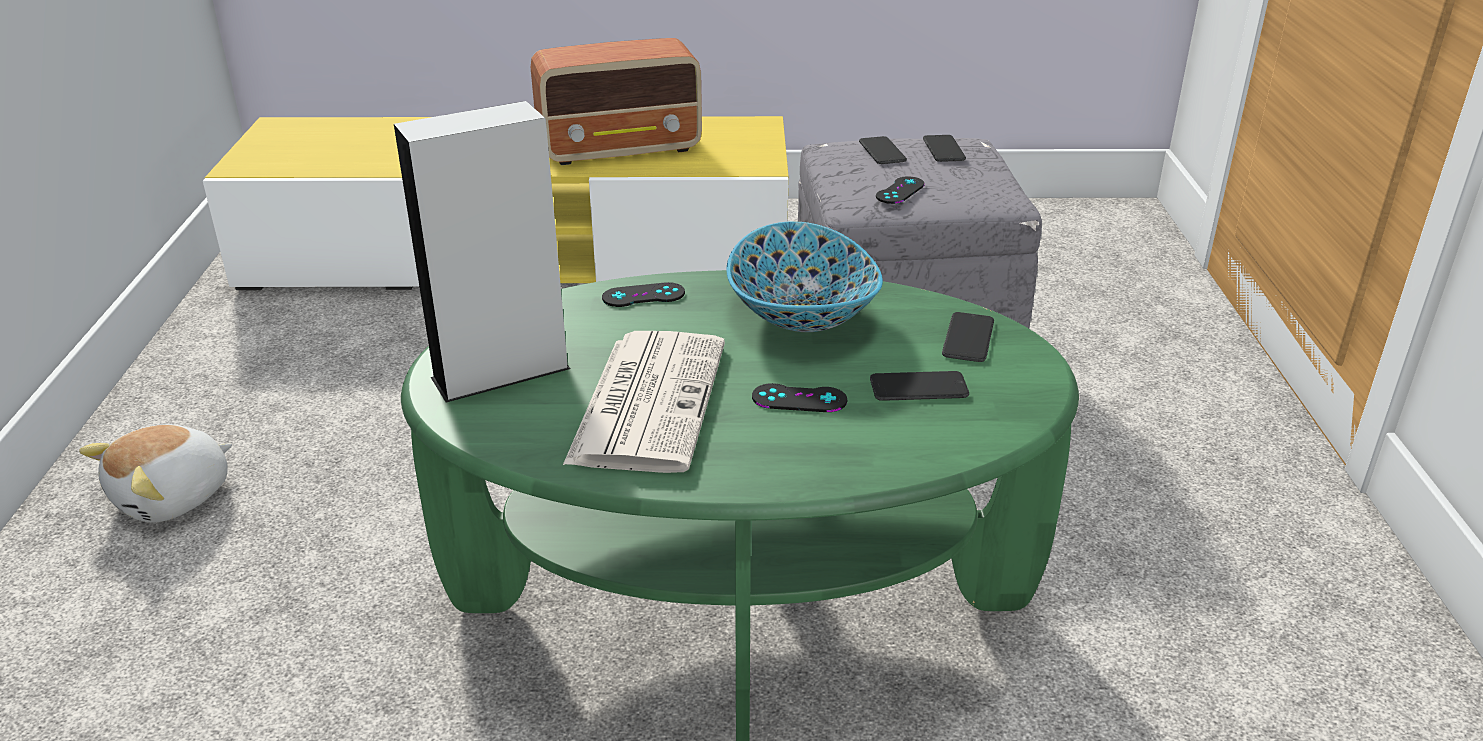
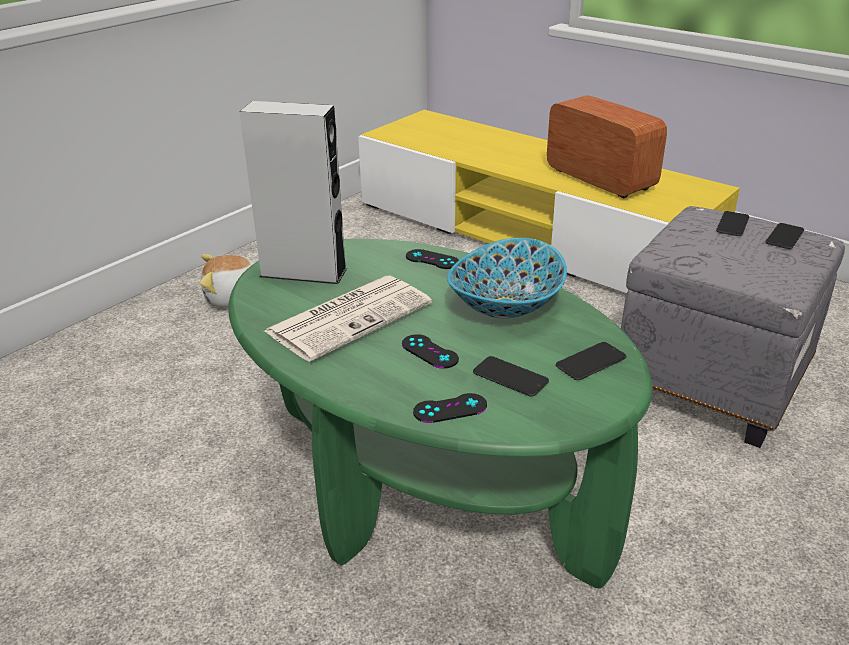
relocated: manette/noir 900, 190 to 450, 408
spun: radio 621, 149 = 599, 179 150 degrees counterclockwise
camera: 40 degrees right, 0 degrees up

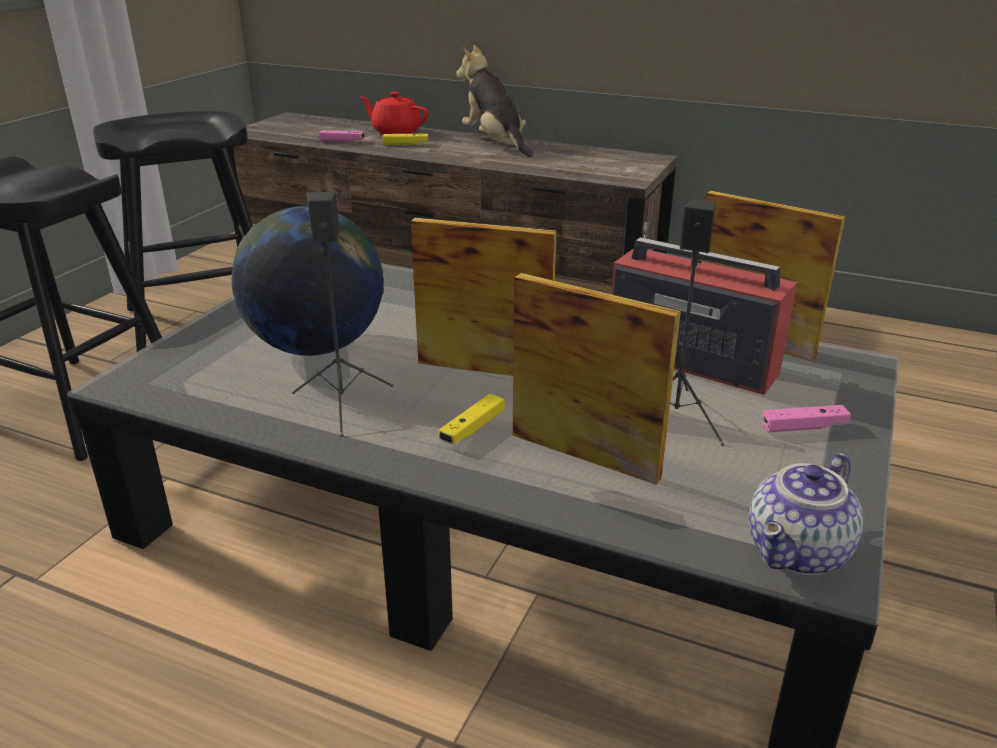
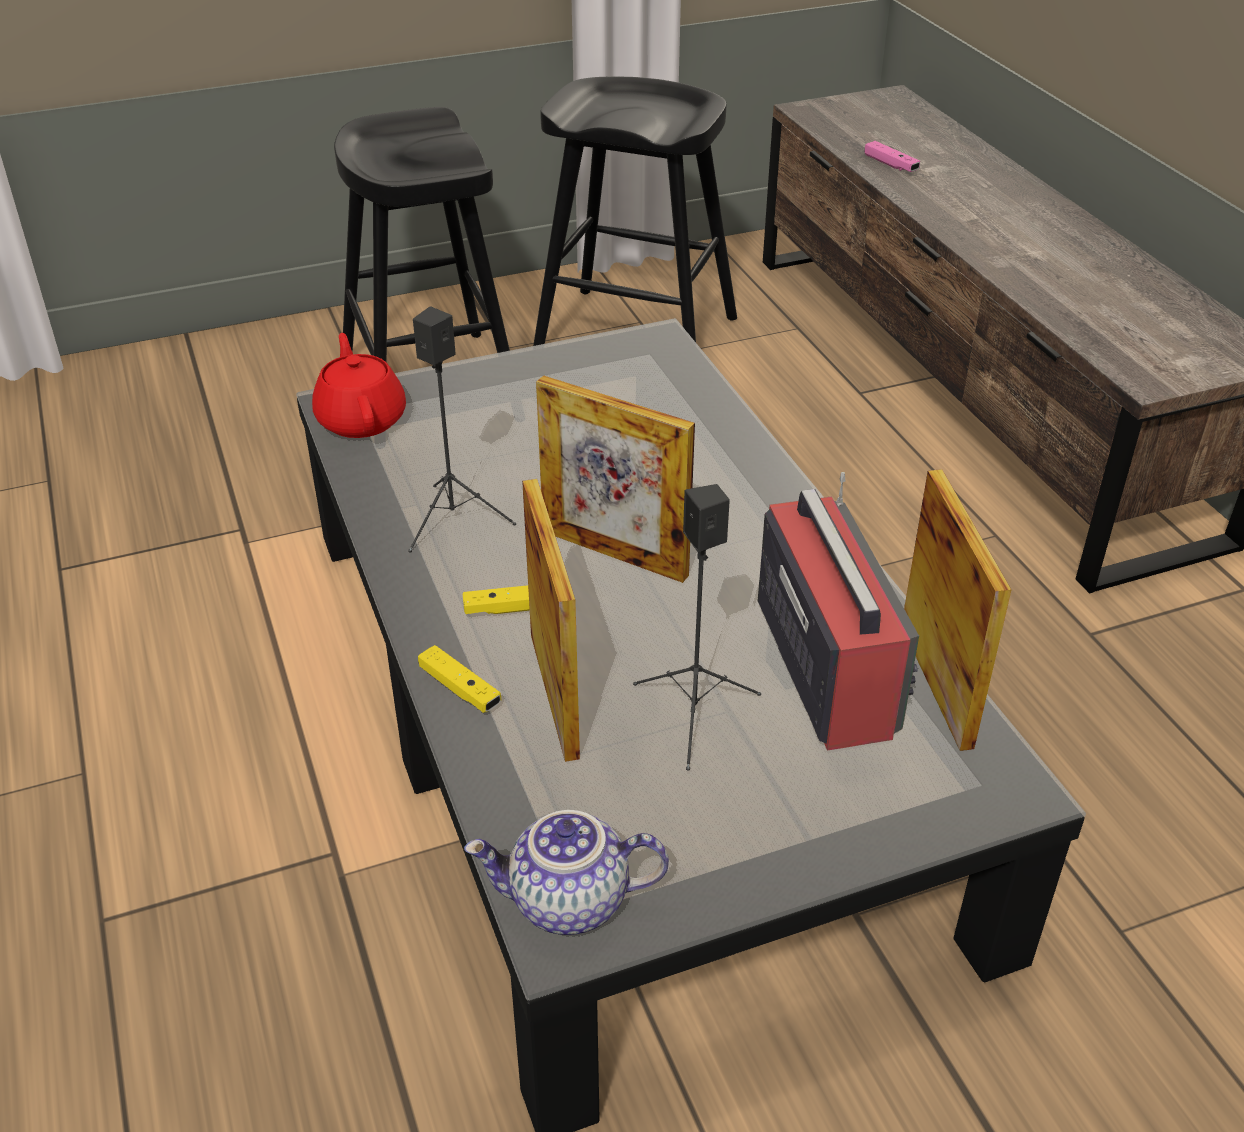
missing: globe 316, 347; peluche 495, 143; manette/rose 804, 427
relocated: théière/rouge 395, 131 to 361, 419; manette/jaune 405, 144 to 460, 688
spun: cadre photo 484, 369 = 614, 553 150 degrees clockwise
camera: 45 degrees right, 10 degrees up

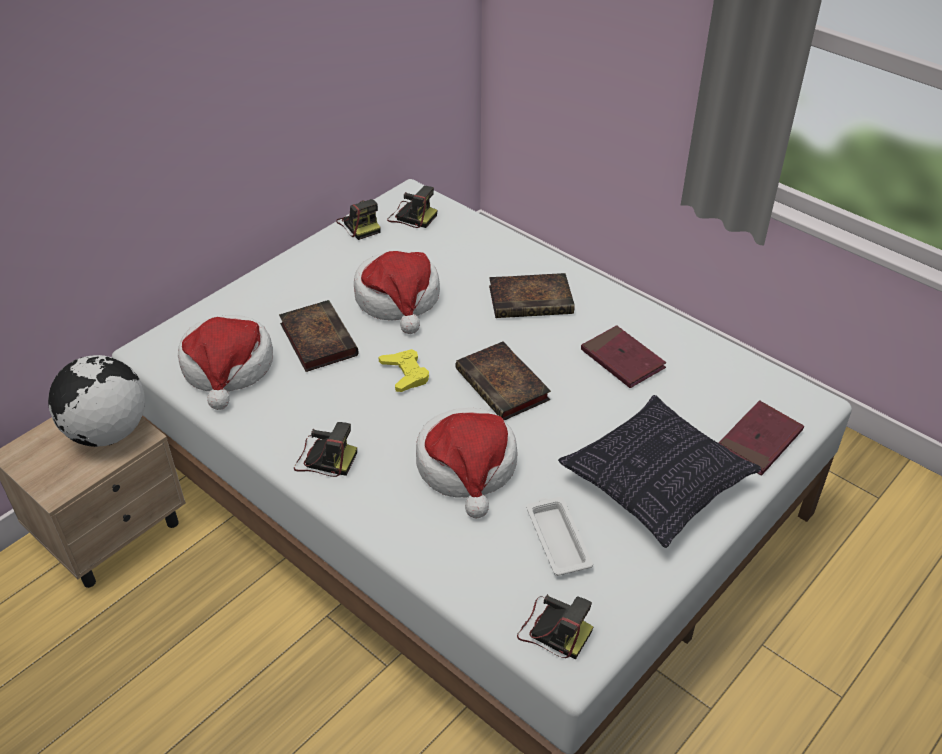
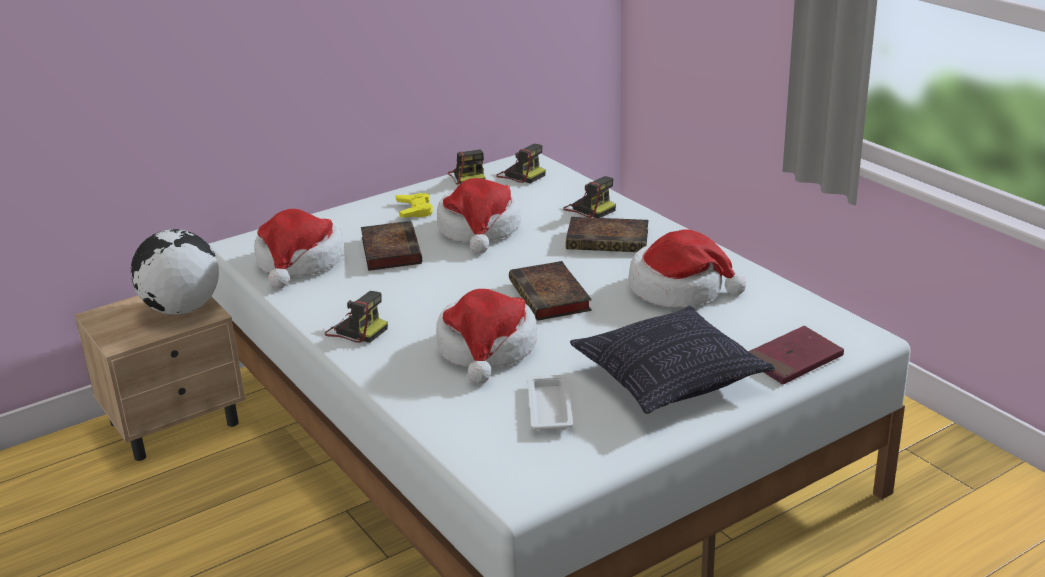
relocated: manette/jaune 405, 374 to 414, 210; appareil photo 553, 630 to 589, 208
exchanged: livre/rouge 622, 360 to chapeau 679, 289
camera: 15 degrees right, 15 degrees down

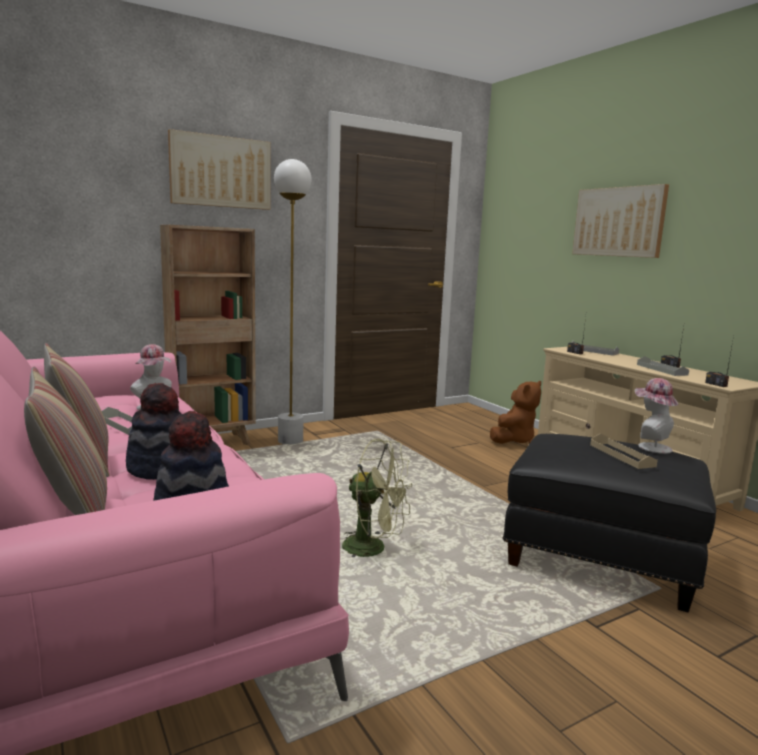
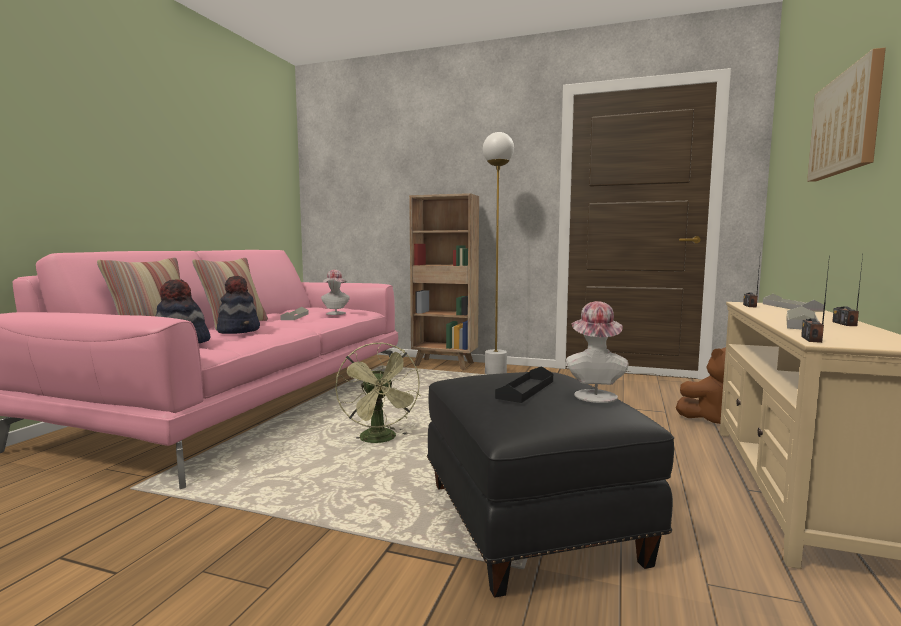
missing: tableau 220, 172
colour: plateau/beige 621, 455 to plateau/noir 525, 389
camera: 50 degrees right, 5 degrees down

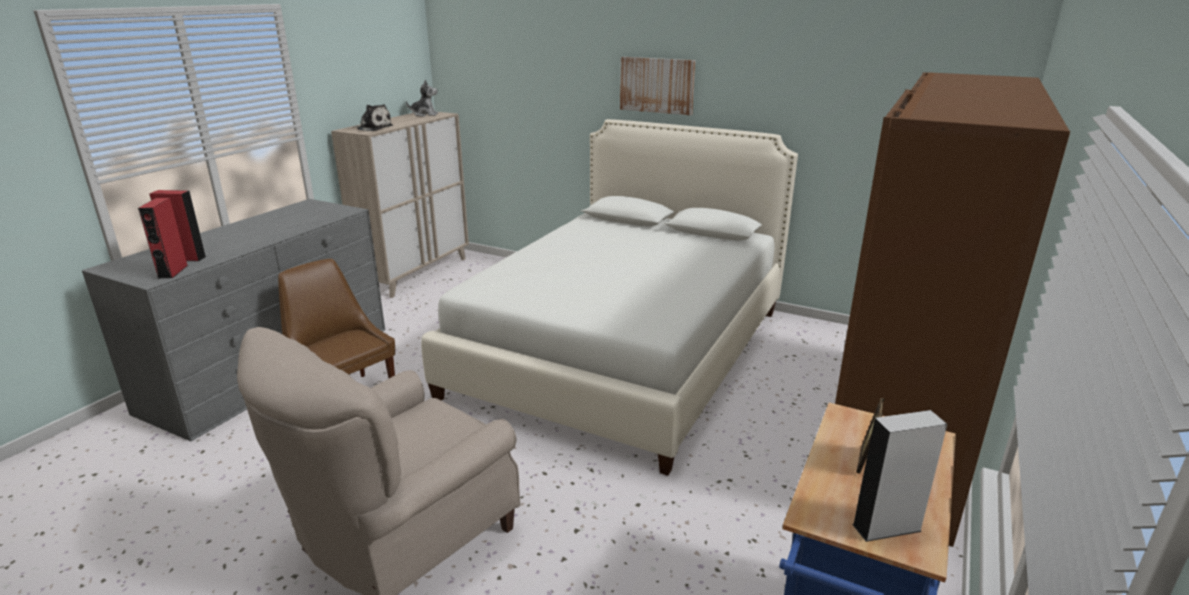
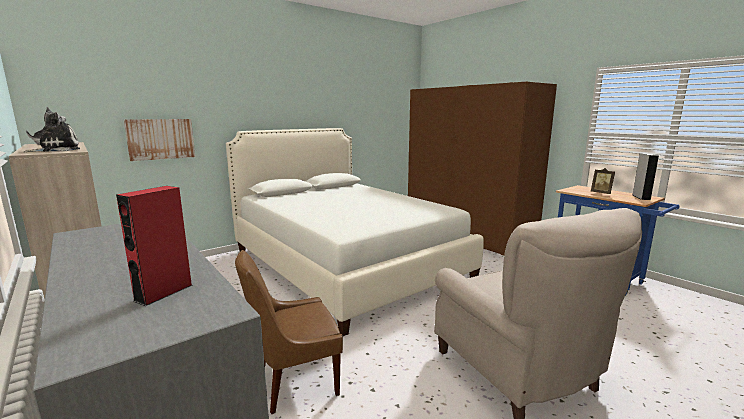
missing: enceinte/rouge 173, 272
relocated: tableau 657, 85 to 161, 139
camera: 65 degrees left, 10 degrees down

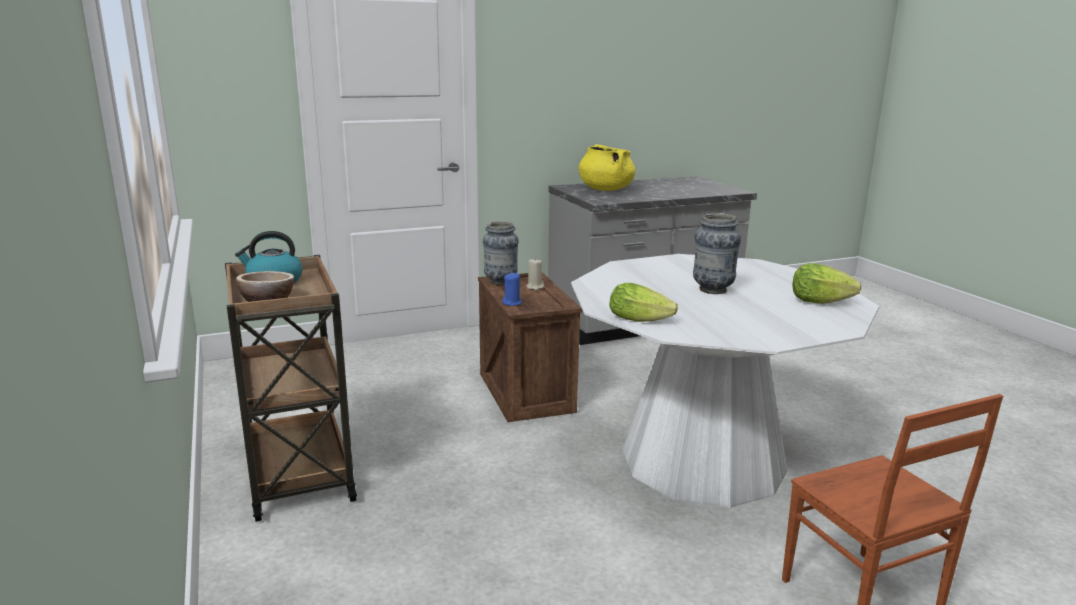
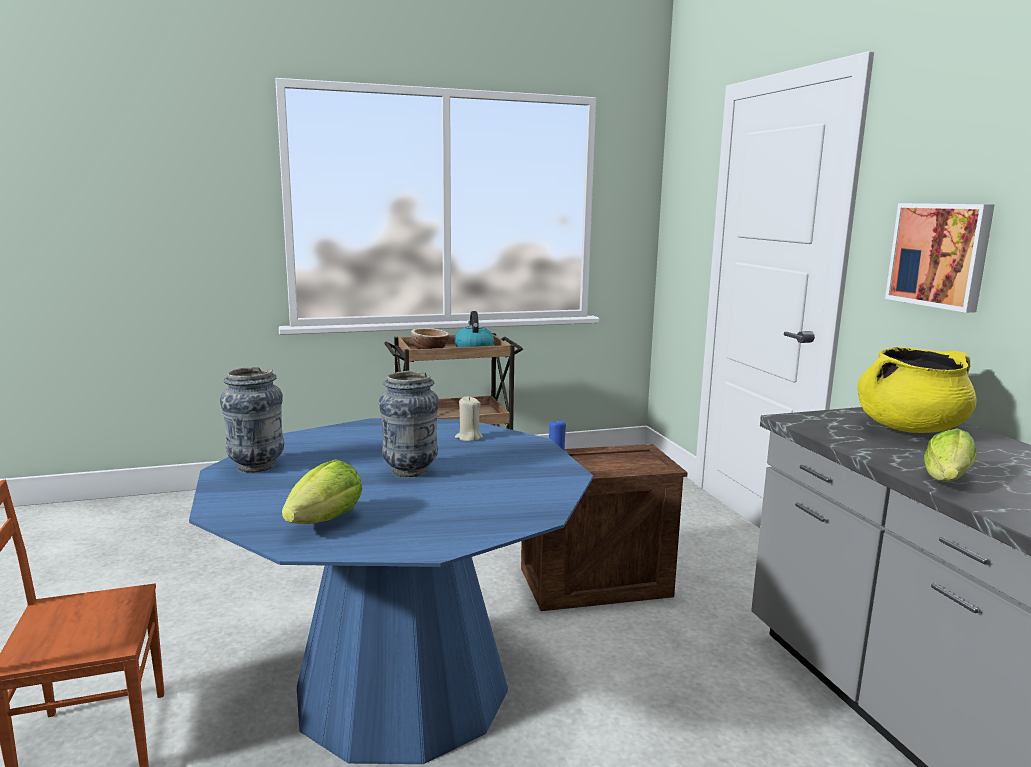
appeared: tableau 940, 255
relocated: vase 500, 282 to 256, 466; bougie/beige 535, 287 to 468, 437; laitue 642, 320 to 946, 480
colour: table à manger/blanc 702, 460 to table à manger/bleu 402, 689
camera: 95 degrees right, 5 degrees down

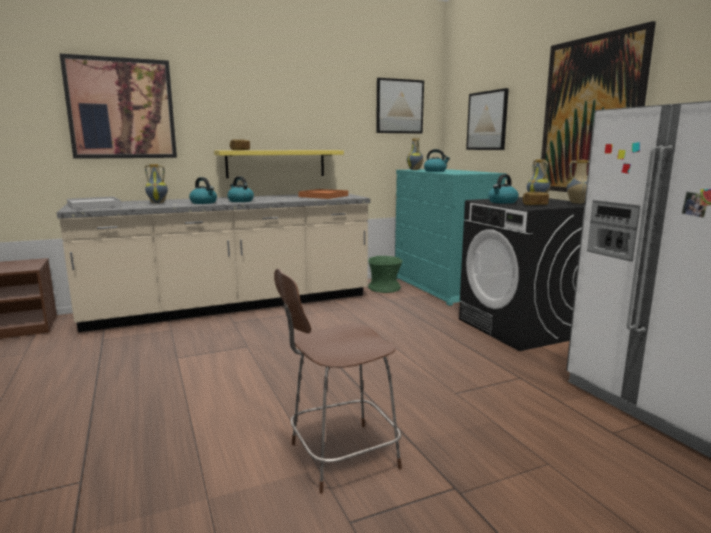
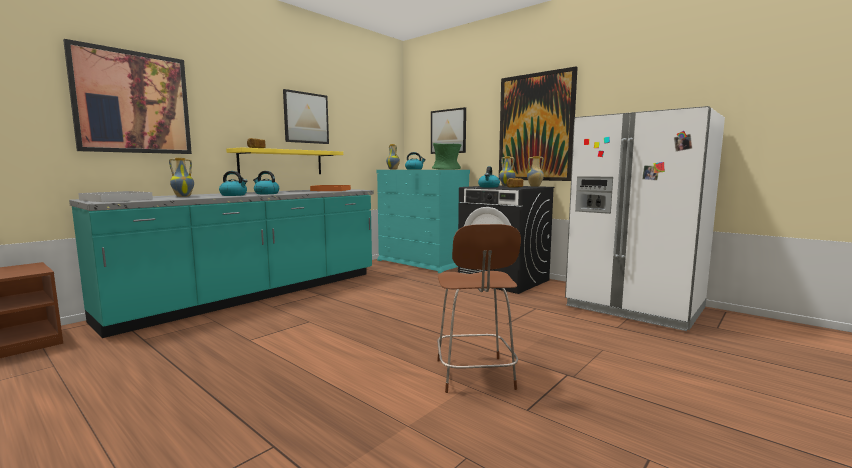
relocated: vase/vert 384, 288 to 446, 169; tableau 399, 106 to 306, 118
colour: comptoir de cuisine/beige 232, 306 to comptoir de cuisine/turquoise 255, 295
spun: chaise/marron 340, 457 = 475, 376 45 degrees counterclockwise
camera: 25 degrees left, 5 degrees down

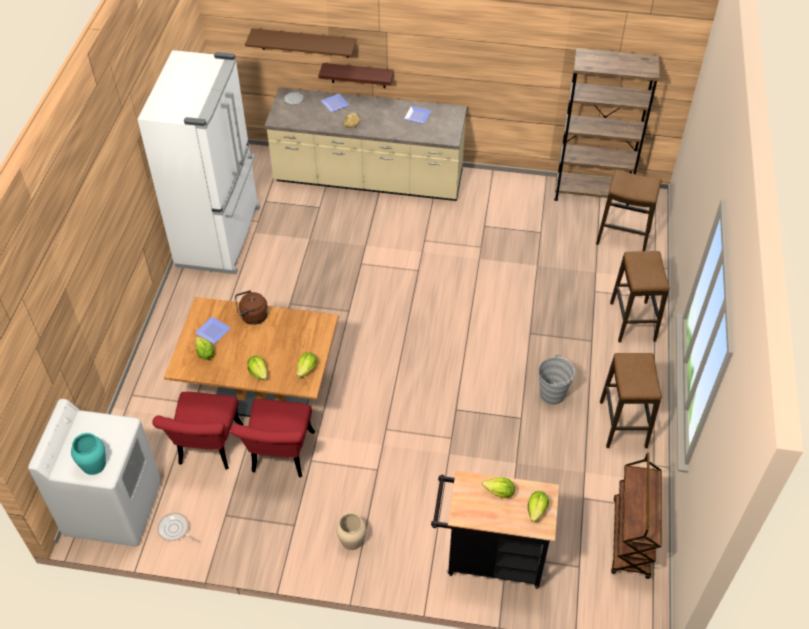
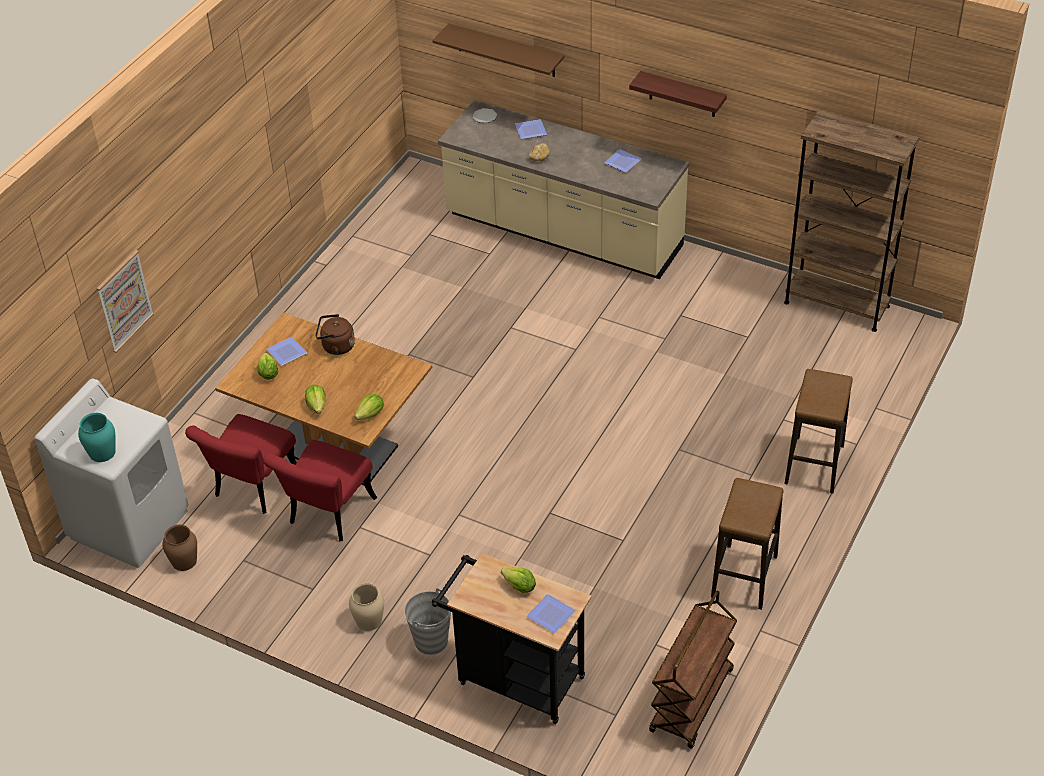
missing: réfrigérateur/blanc 220, 236; tabouret 623, 238
appeared: tableau 124, 301
relocated: étagère 358, 75 to 682, 95; seau/gris 552, 394 to 431, 641
exchanged: poêle 175, 530 to vase/marron 184, 561; laitue 536, 510 to assiette 552, 615
camera: 20 degrees right, 5 degrees down

